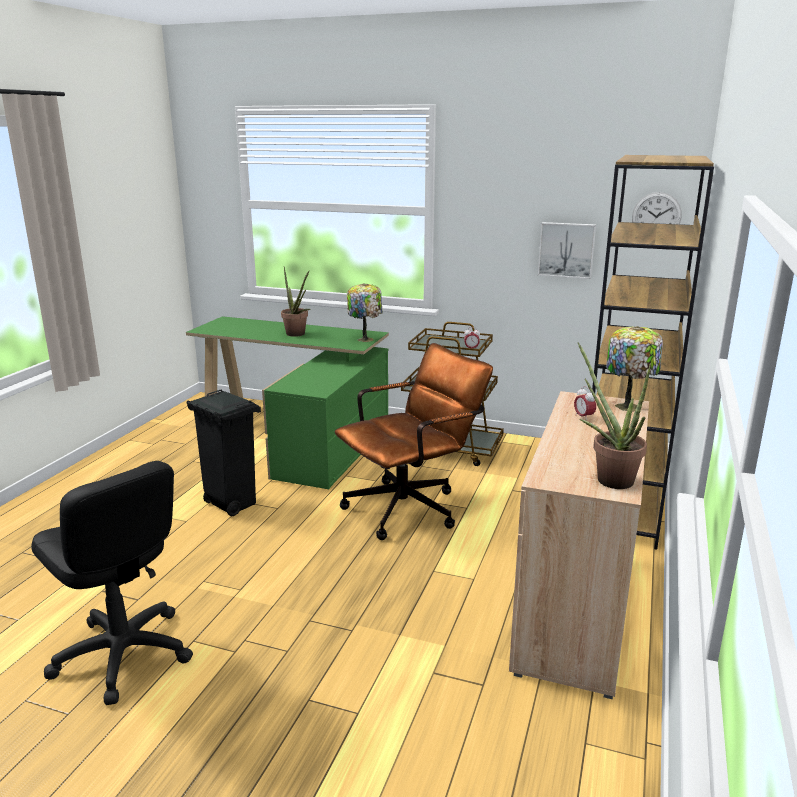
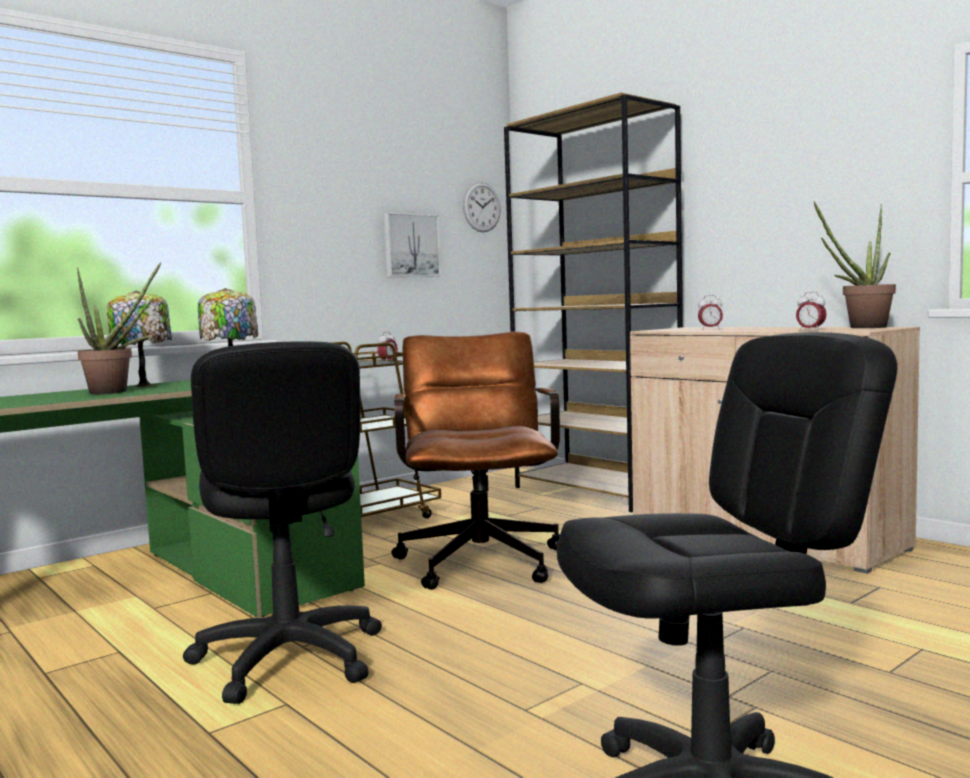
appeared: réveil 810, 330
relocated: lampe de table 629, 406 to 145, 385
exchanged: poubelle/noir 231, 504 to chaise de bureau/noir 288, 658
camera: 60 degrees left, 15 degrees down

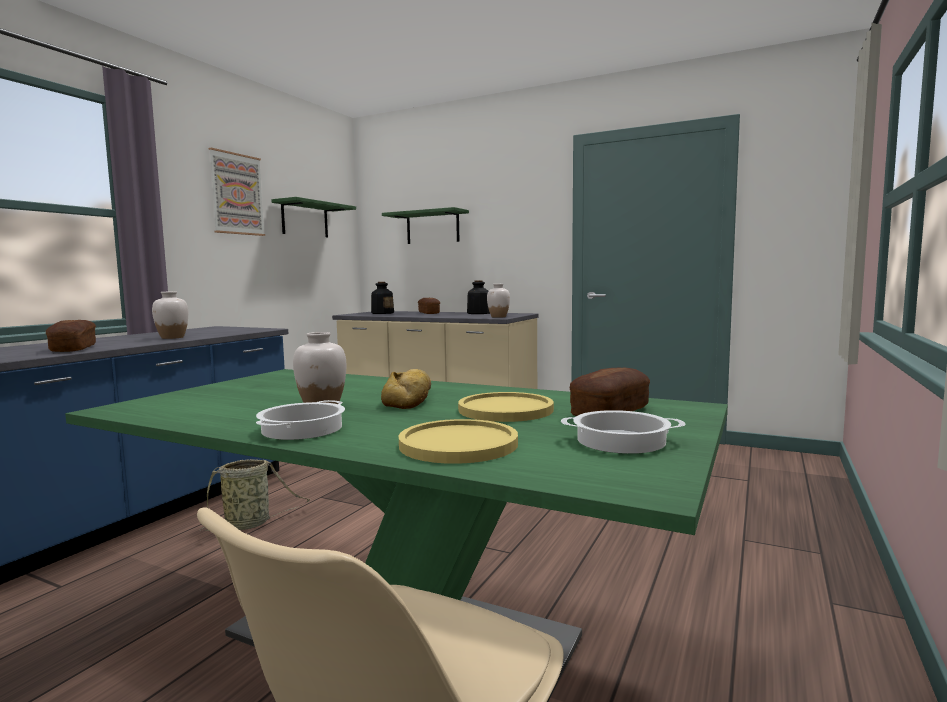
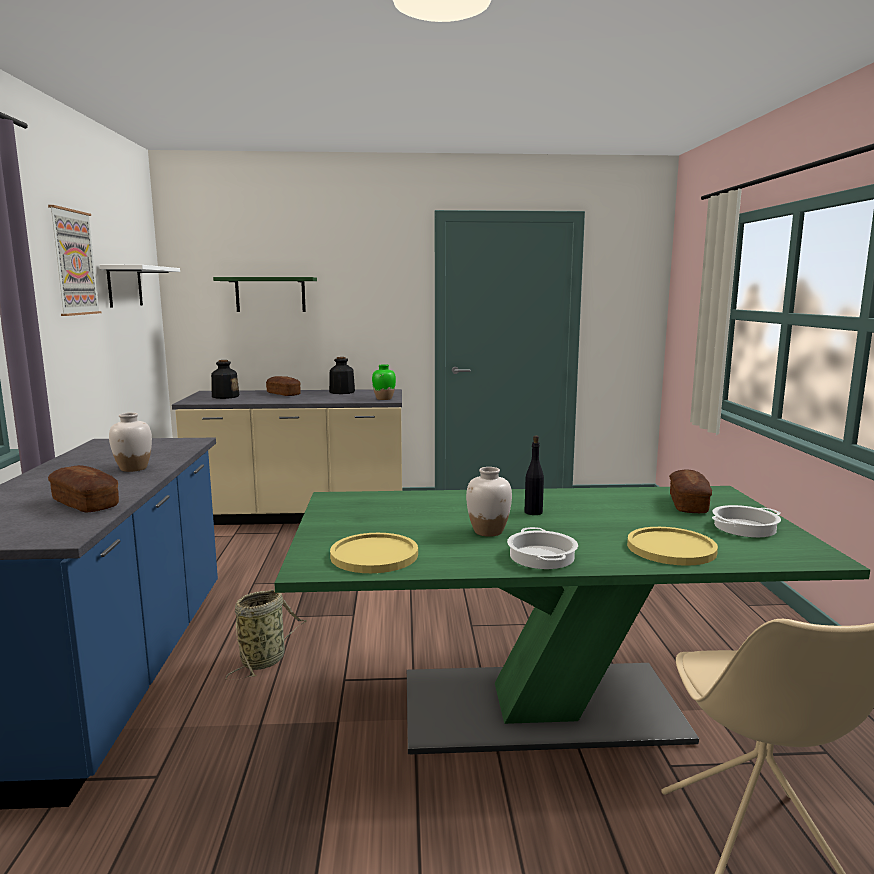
relocated: assiette/jaune 505, 409 to 374, 555
exchanged: pain 411, 398 to bouteille/noir 533, 512
colour: étagère/vert 305, 219 to étagère/blanc 124, 286; vase/blanc 498, 317 to vase/vert 384, 399
camera: 30 degrees left, 5 degrees up

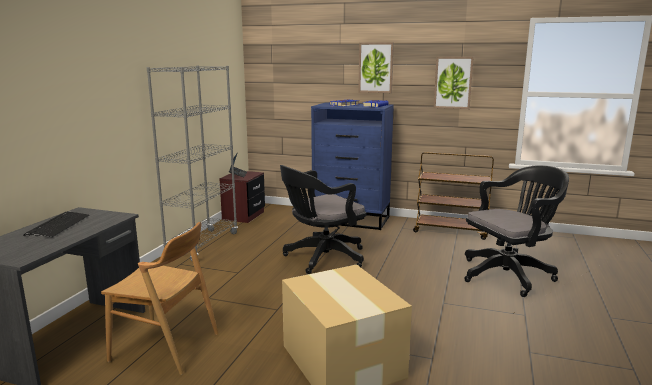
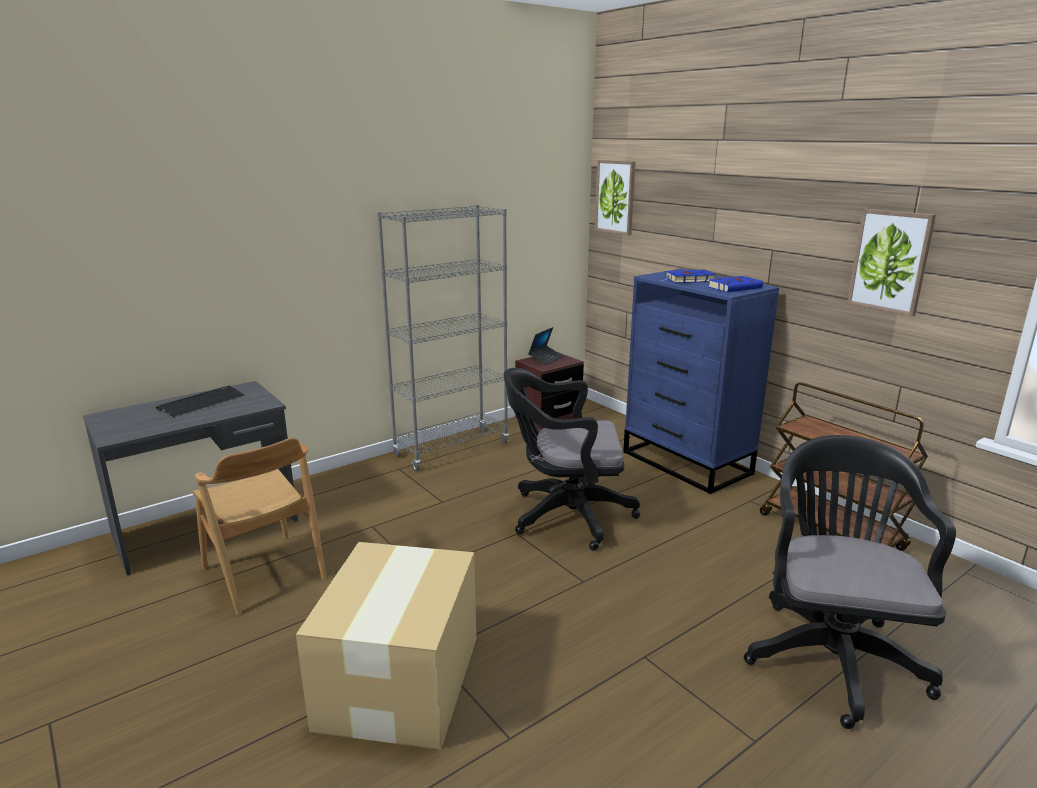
relocated: tableau 376, 67 to 615, 197
spun: chaise de bureau/noir 509, 274 = 832, 654 90 degrees counterclockwise
camera: 35 degrees right, 5 degrees up

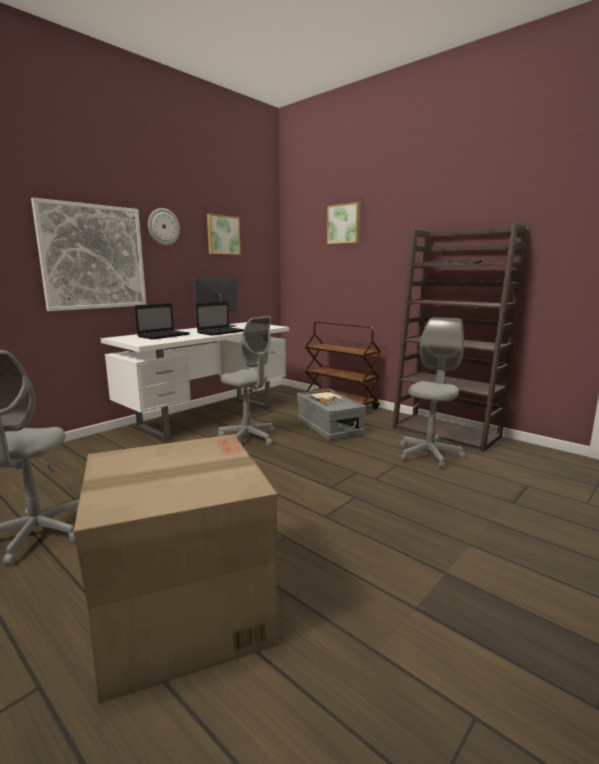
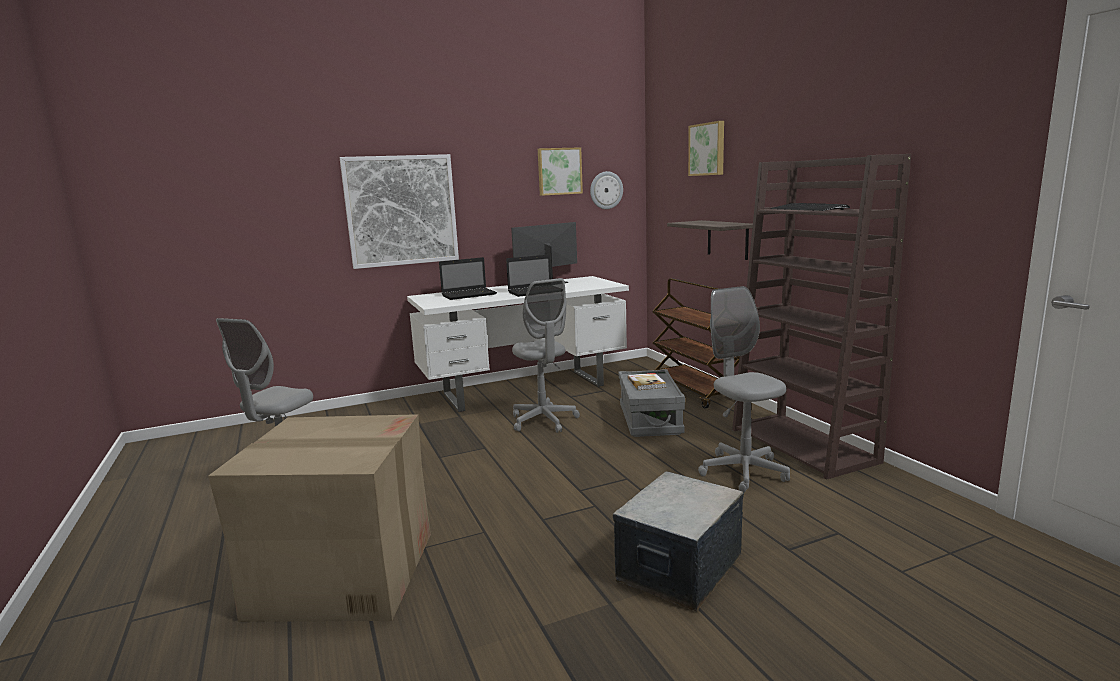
appeared: boîte de rangement 678, 568; étagère 727, 239
relocated: horloge murale 163, 227 to 606, 190
spun: chaise de bureau/gris 429, 455 = 743, 472 75 degrees counterclockwise
camera: 25 degrees right, 0 degrees up

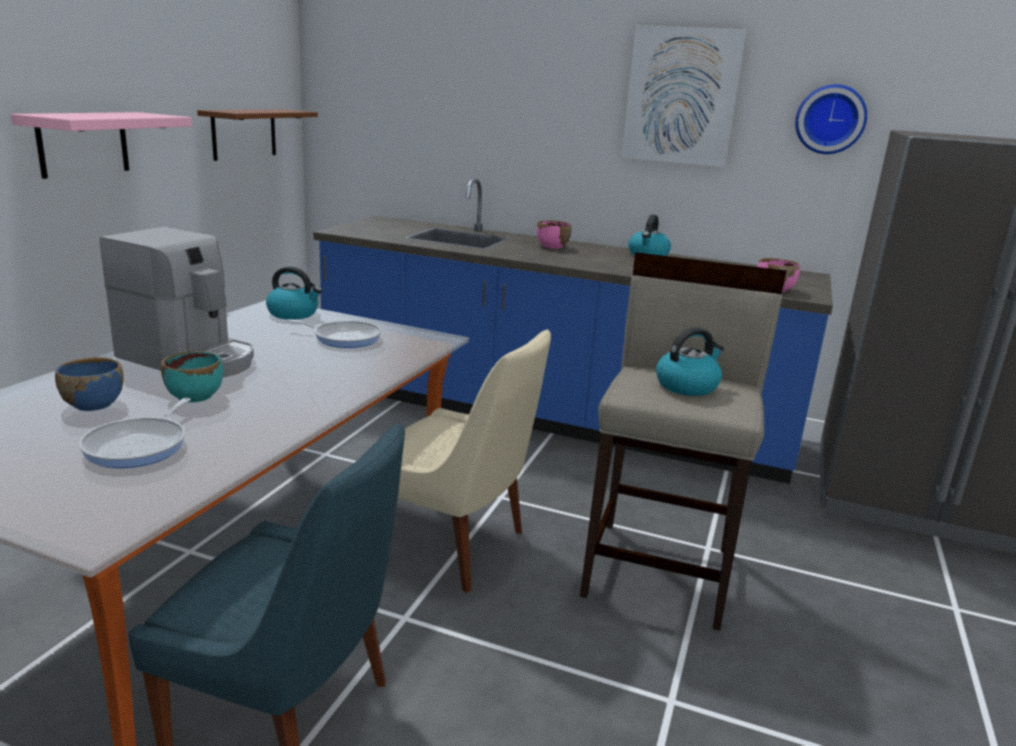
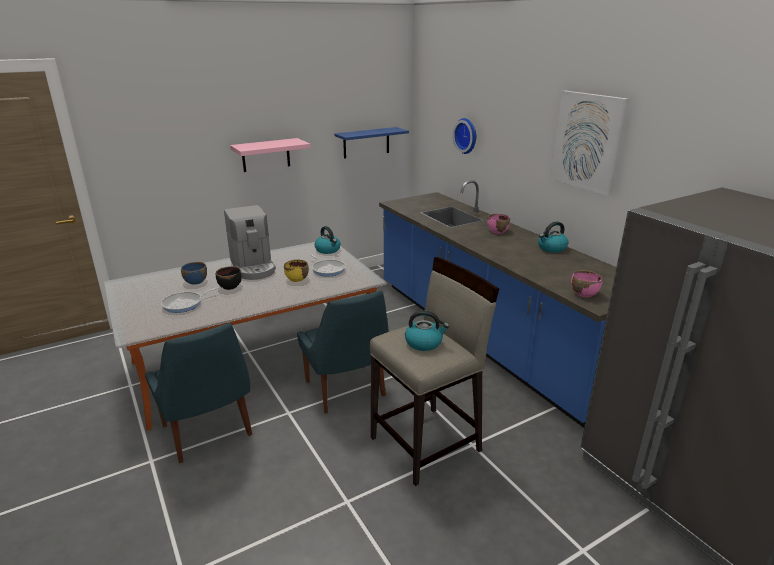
appeared: bol/jaune 297, 279
relocated: horloge murale 830, 119 to 467, 135
colour: bol/turquoise 195, 396 to bol/noir 230, 286; étagère/marron 244, 133 to étagère/bleu 366, 142; chaise/beige 455, 546 to chaise/bleu 346, 390
camera: 40 degrees right, 5 degrees up

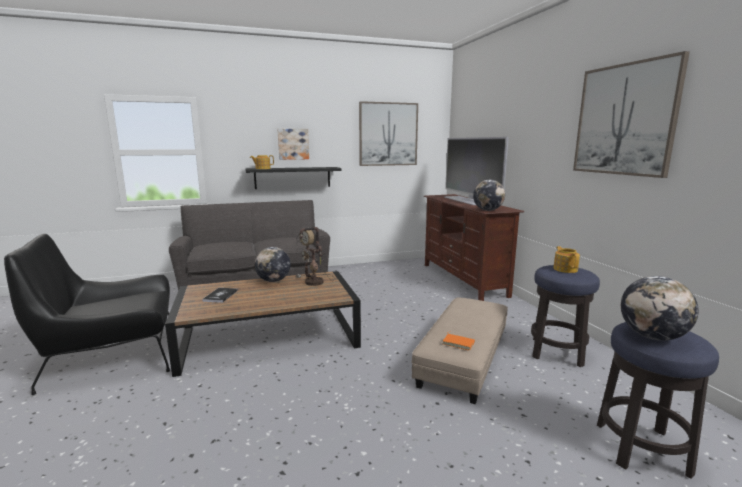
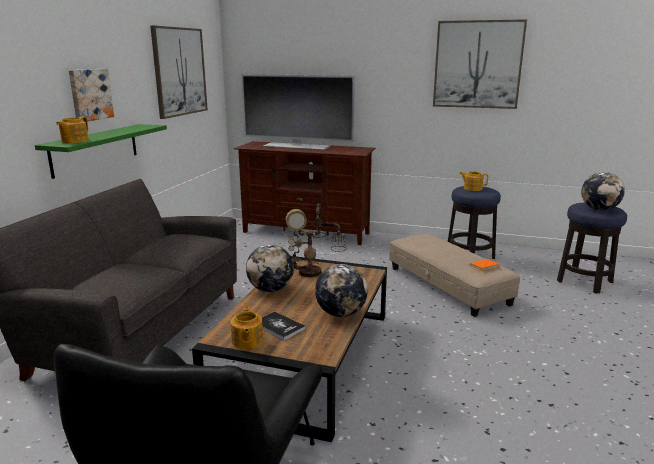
appeared: théière 247, 341
relocated: globe 487, 210 to 340, 313
colour: étagère/noir 292, 177 to étagère/vert 95, 149
camera: 55 degrees left, 5 degrees up

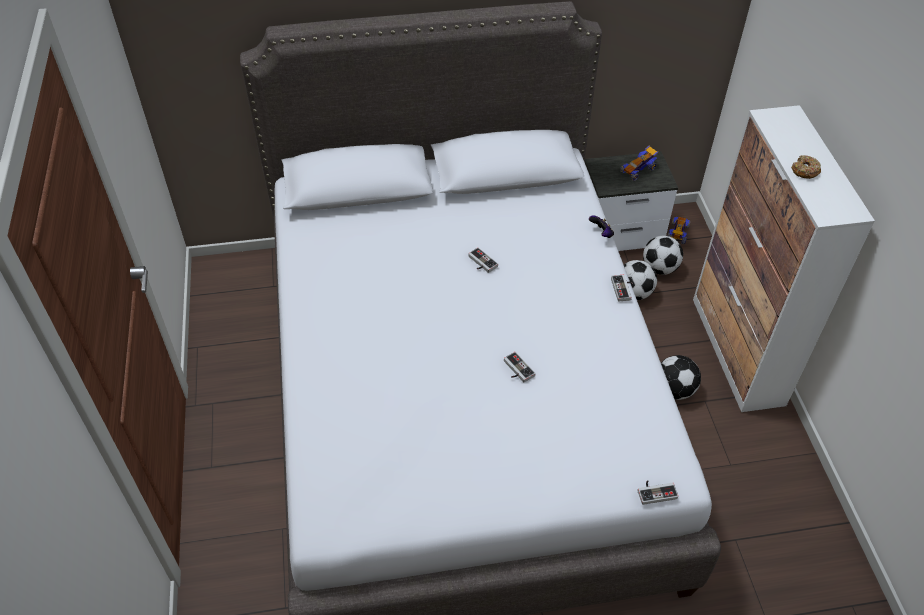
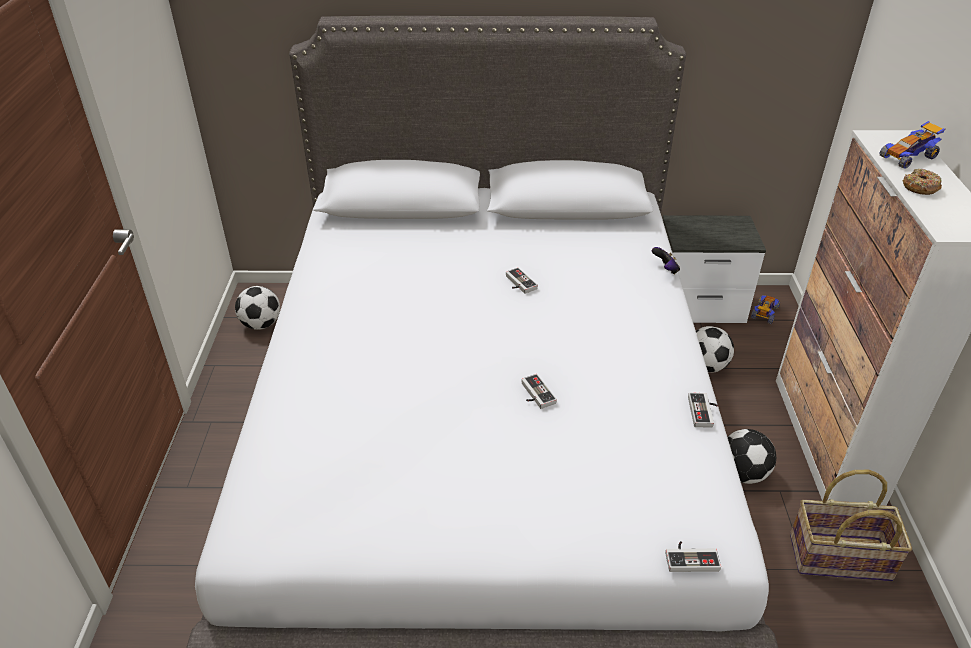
appeared: panier 839, 558
relocated: manette 624, 289 to 704, 412; petite voiture 638, 169 to 908, 157; ballon de foot 659, 268 to 261, 324
camera: 10 degrees right, 10 degrees down

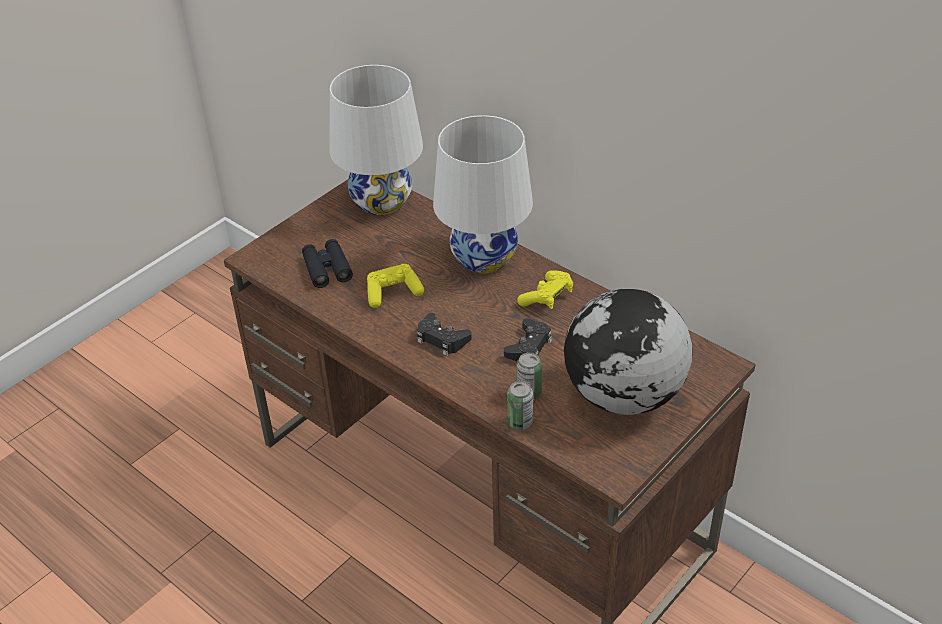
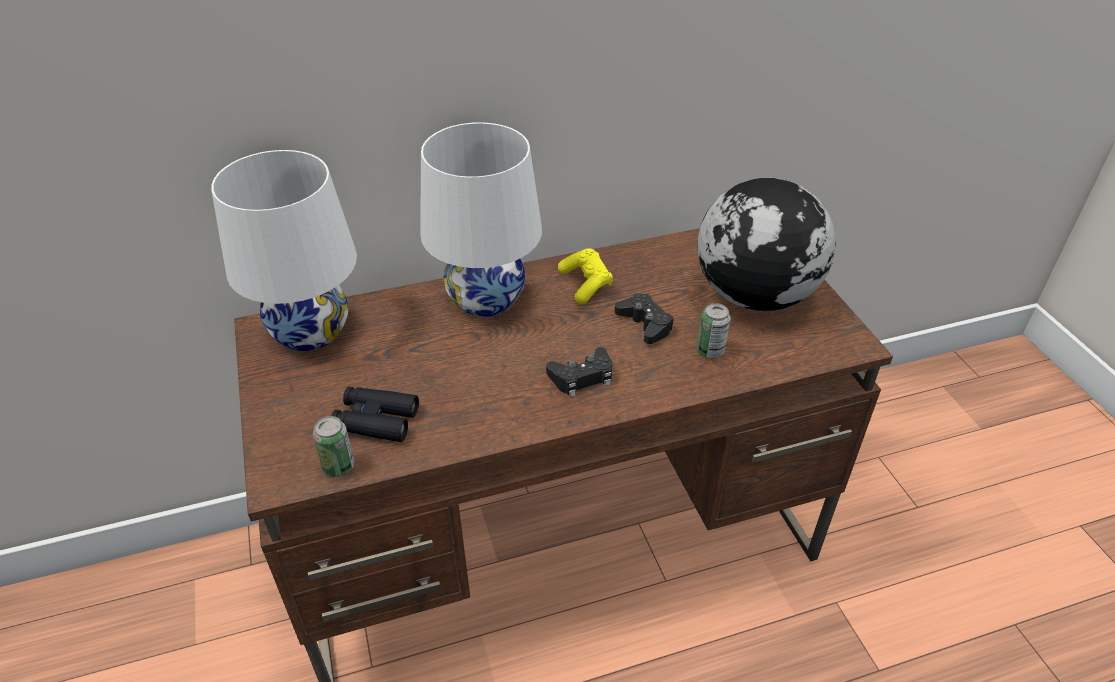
missing: manette/jaune 393, 293
relocated: boîte métallique 520, 422 to 338, 466
camera: 60 degrees left, 0 degrees up

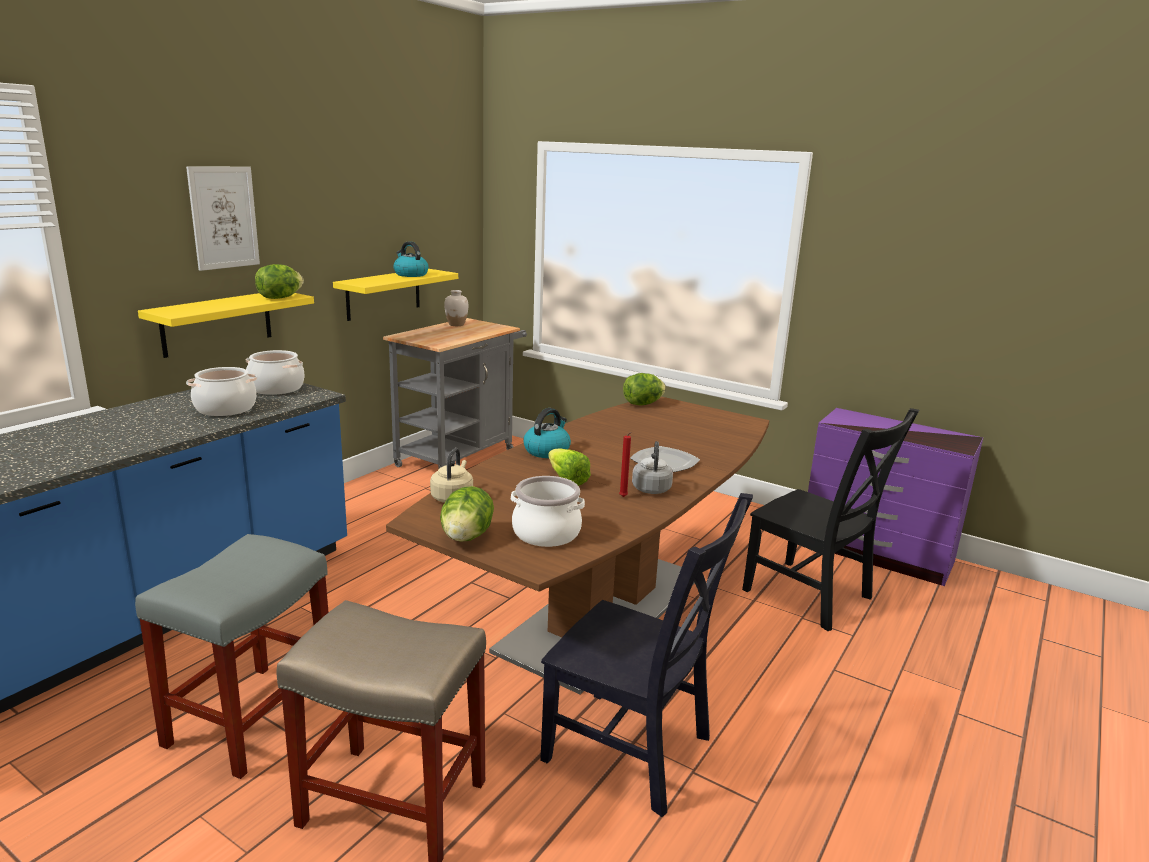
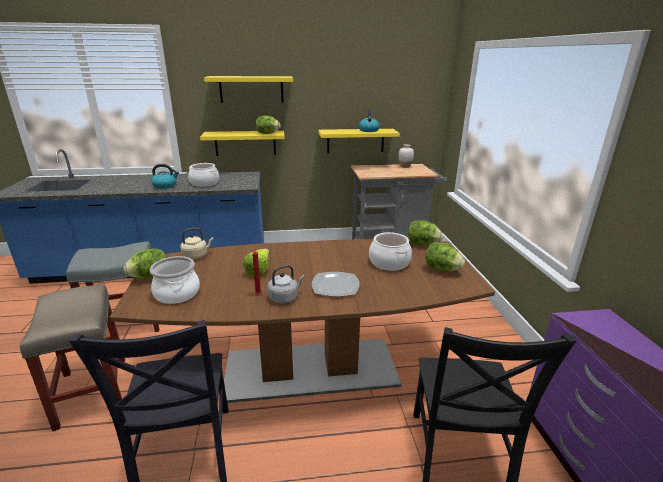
appeared: laitue 442, 269
relocated: marmite 276, 388 to 389, 262; bouilloire 547, 451 to 165, 186
exchanged: tableau 224, 217 to étagère/jaune 251, 89
camera: 50 degrees right, 5 degrees up

